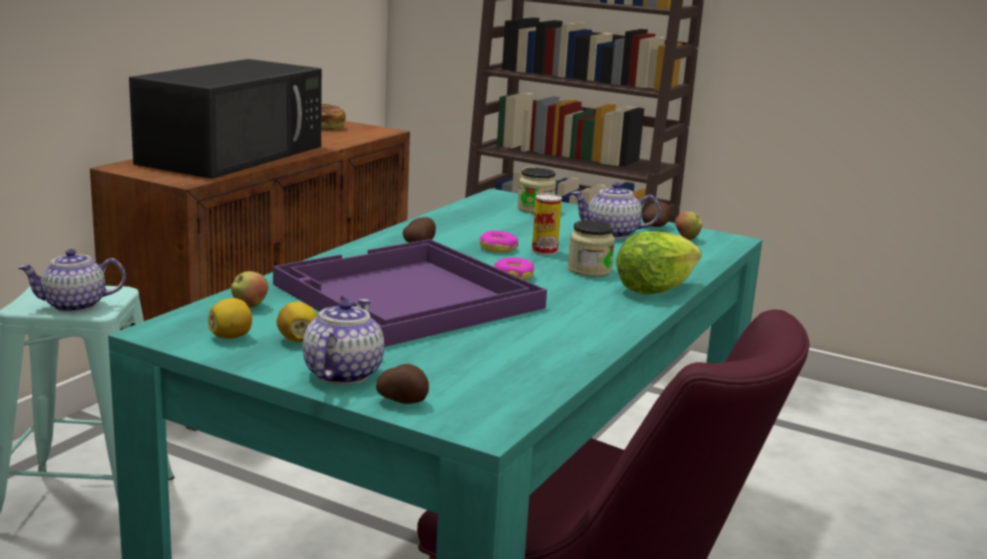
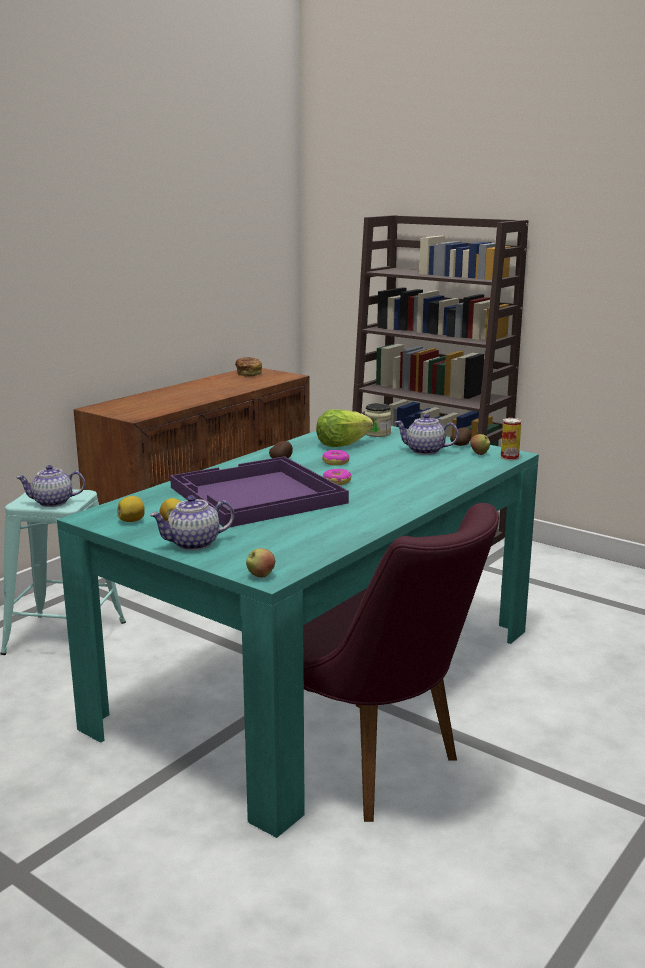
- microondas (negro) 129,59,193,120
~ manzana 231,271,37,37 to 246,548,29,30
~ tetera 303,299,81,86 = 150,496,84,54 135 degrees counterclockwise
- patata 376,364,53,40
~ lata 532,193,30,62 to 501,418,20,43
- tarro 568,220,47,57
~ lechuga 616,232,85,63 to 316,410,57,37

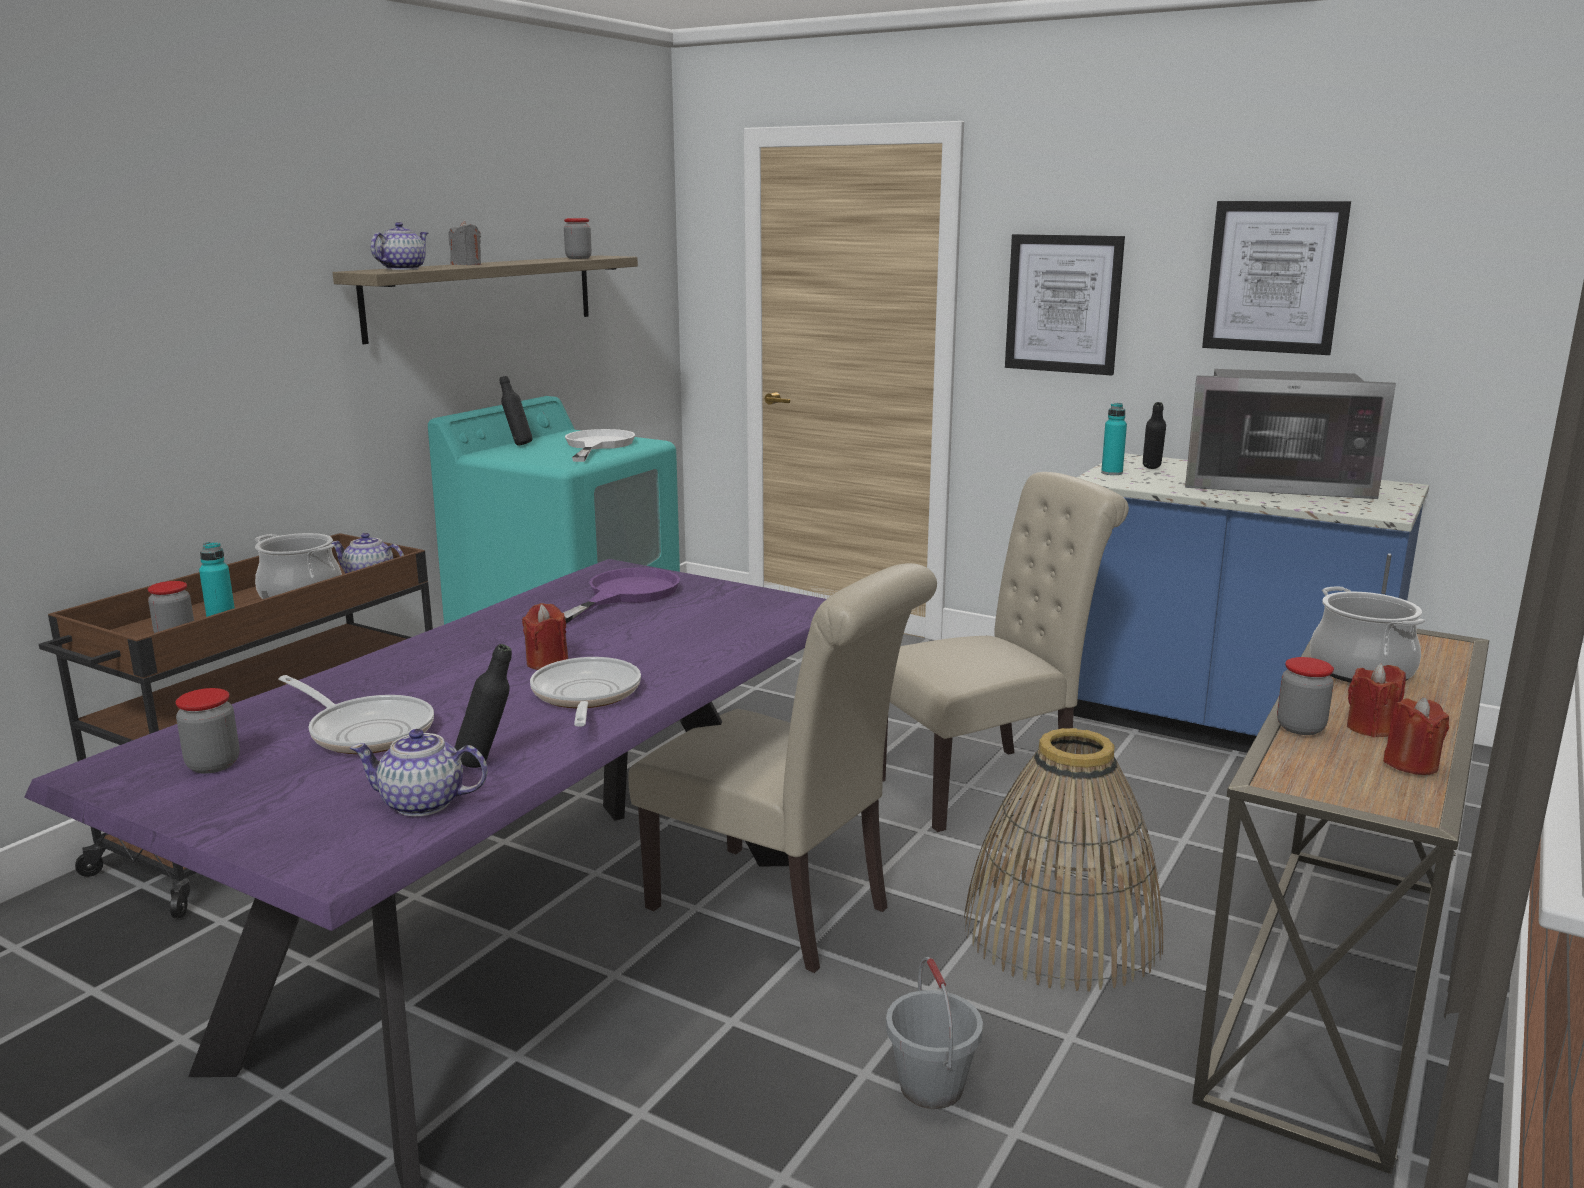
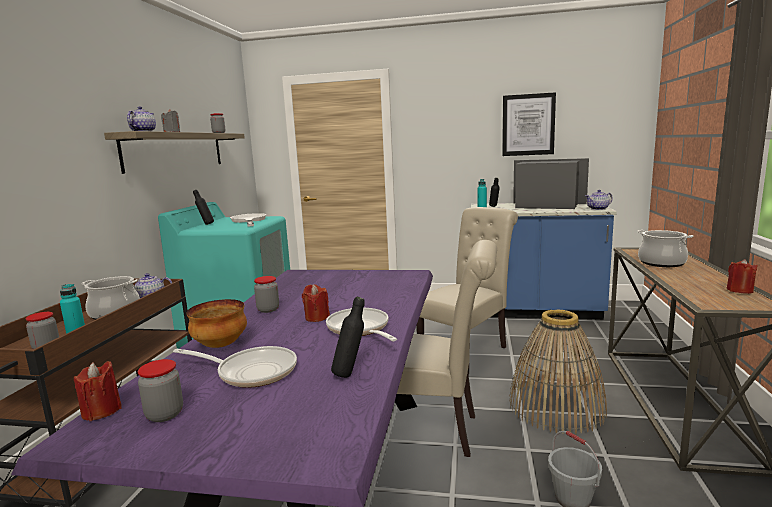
~ tetera 350,729,138,87 to 585,190,28,20
- sartén (morado) 563,568,117,56
- cuadro 1005,234,120,142
~ microondas 1185,369,211,130 = 513,158,76,51 150 degrees counterclockwise
~ tarro 1277,657,57,78 to 254,276,25,37
~ vela (rojo) 1347,663,59,75 to 74,361,48,60
+ cuenco 186,299,61,49

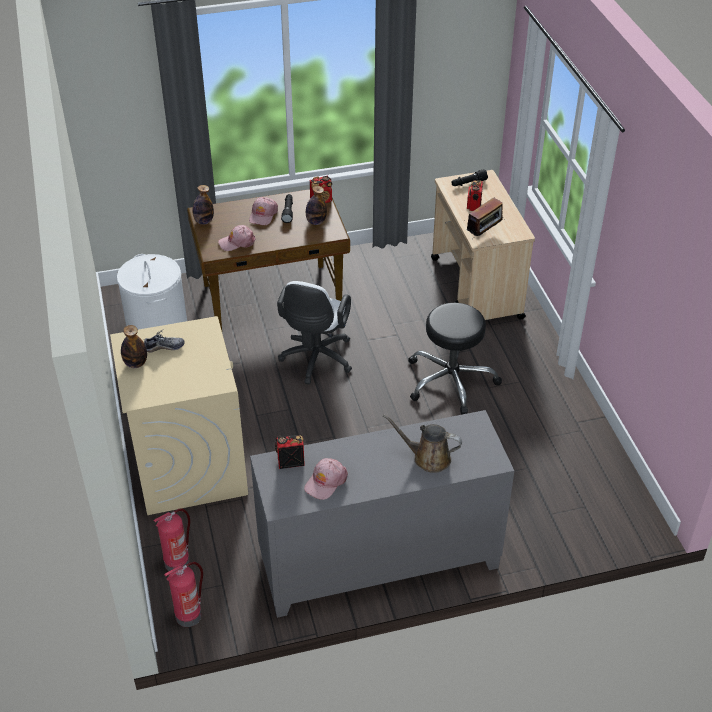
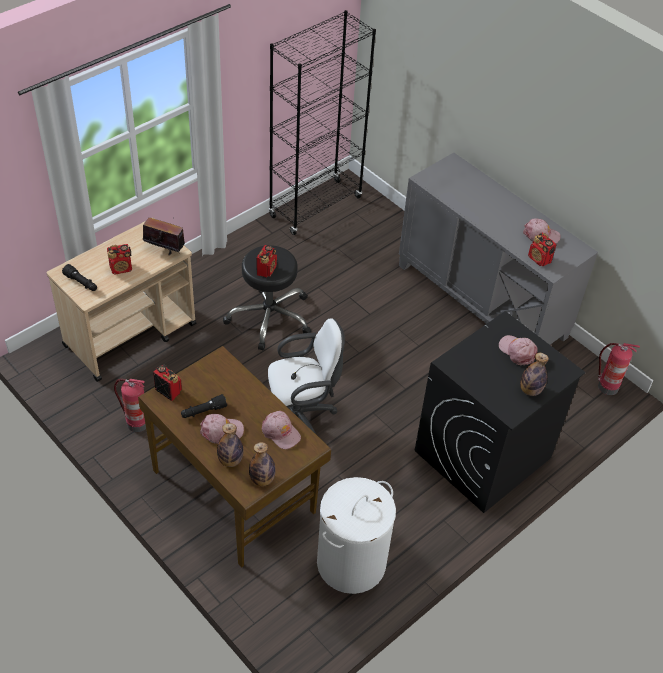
~ lavadora (beis) 110,316,138,199 to lavadora (negro) 415,311,170,202
- zapato 144,329,41,23
~ extintor 154,509,36,62 to 114,379,32,53
~ botella 306,186,21,39 to 217,423,26,44
- regadera (marrón) 383,415,79,58
+ radio 257,245,20,33
+ estantería (negro) 269,10,107,225
+ gorra (rosa) 499,335,39,30

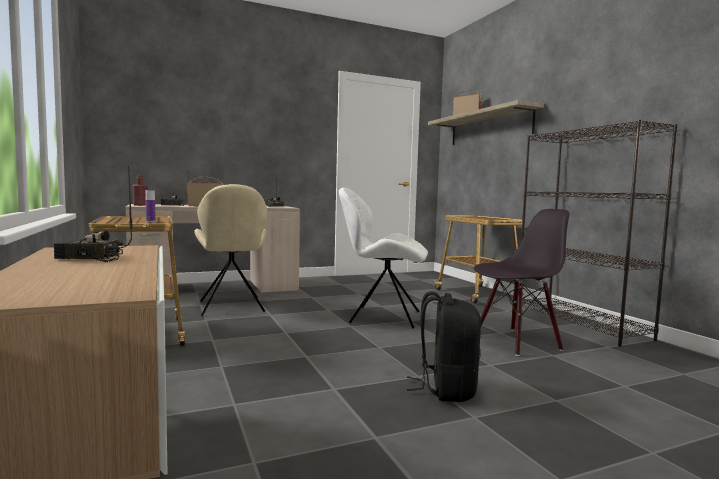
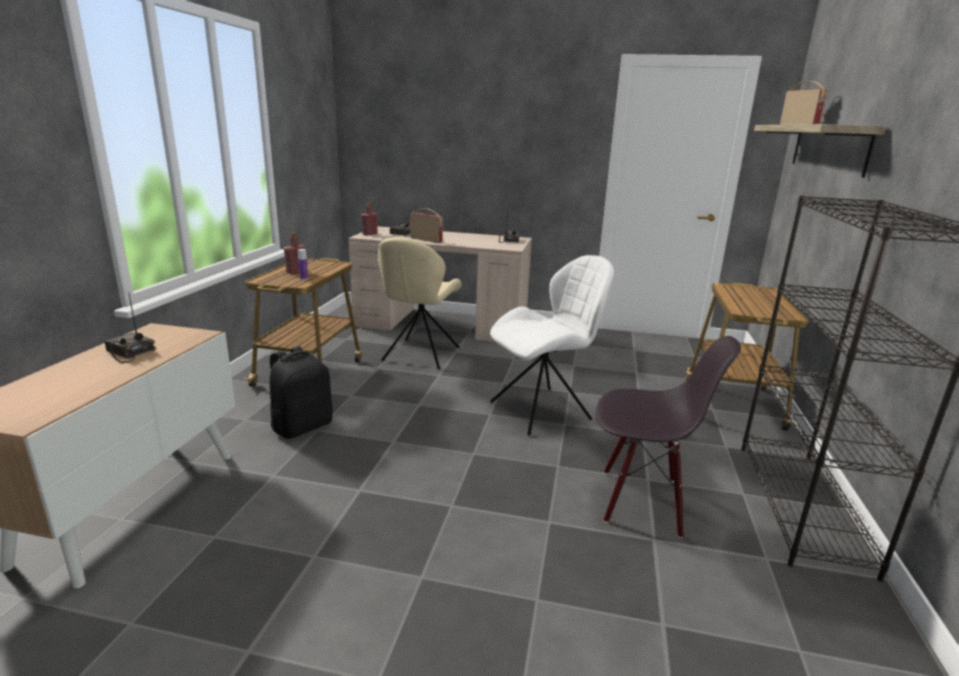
~ silla (blanco) 339,187,89,141 = 490,255,124,181 105 degrees clockwise
~ mochila (negro) 407,291,74,111 to 270,346,63,93
+ botella (rojo) 284,233,22,41

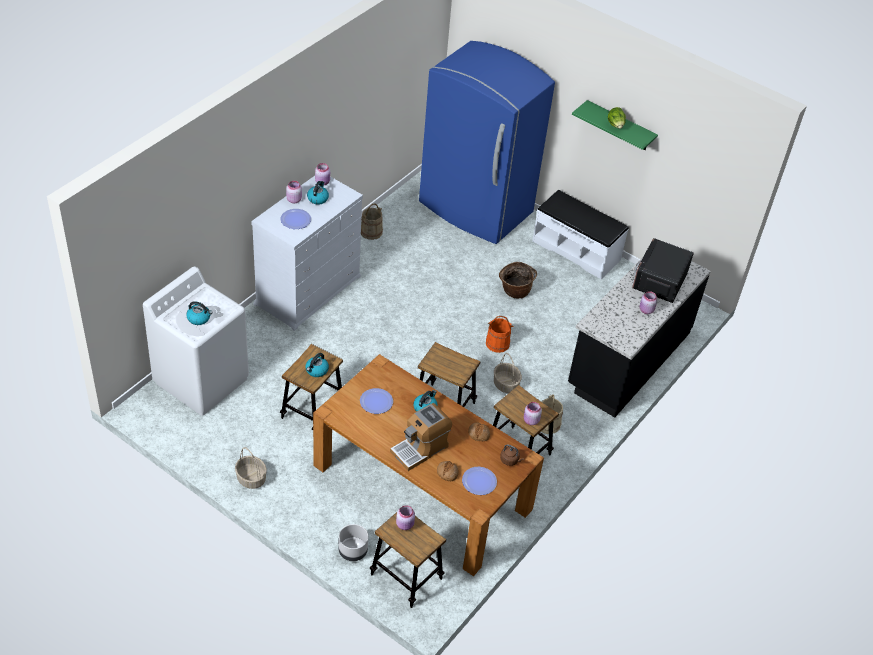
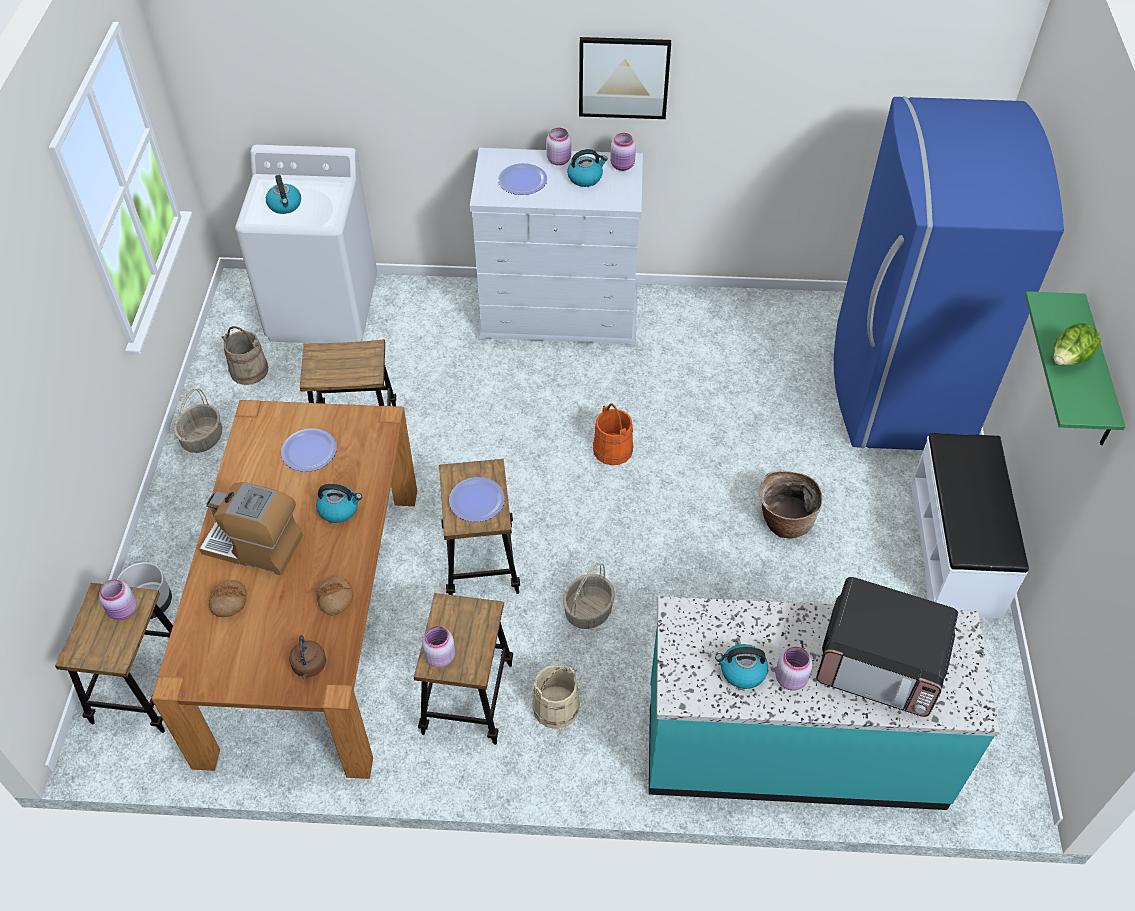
~ hervidor 305,353,24,24 to 715,644,53,45
~ cubo (beis) 361,203,22,37 to 221,326,47,59
~ plato 462,467,35,28 to 449,477,56,45
~ cubo (naranja) 486,316,28,37 to 593,403,41,62
~ mueble bajo de cocina (negro) 568,259,143,159 to mueble bajo de cocina (turquesa) 649,596,350,214
~ microondas 632,238,62,65 = 816,577,142,140 150 degrees counterclockwise
+ cuadro 579,37,92,82

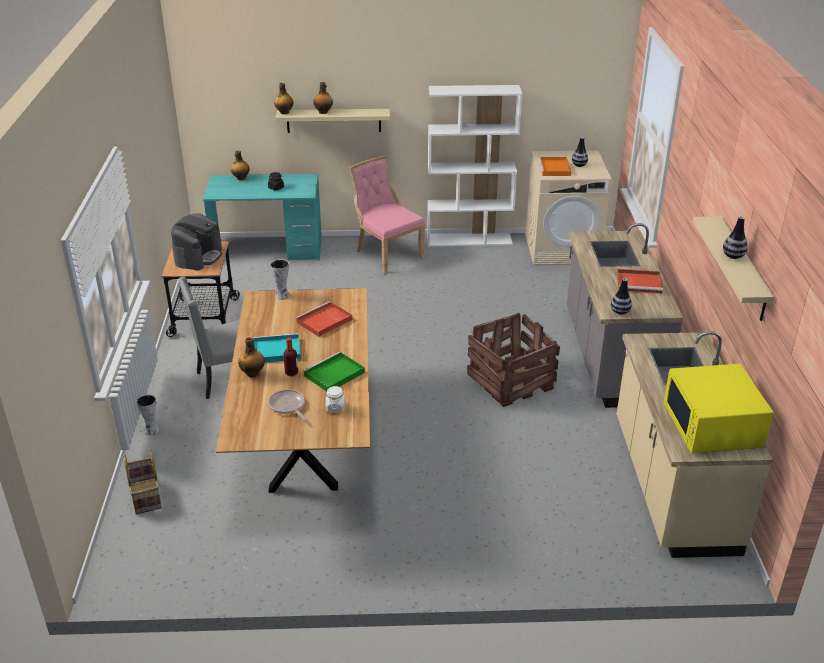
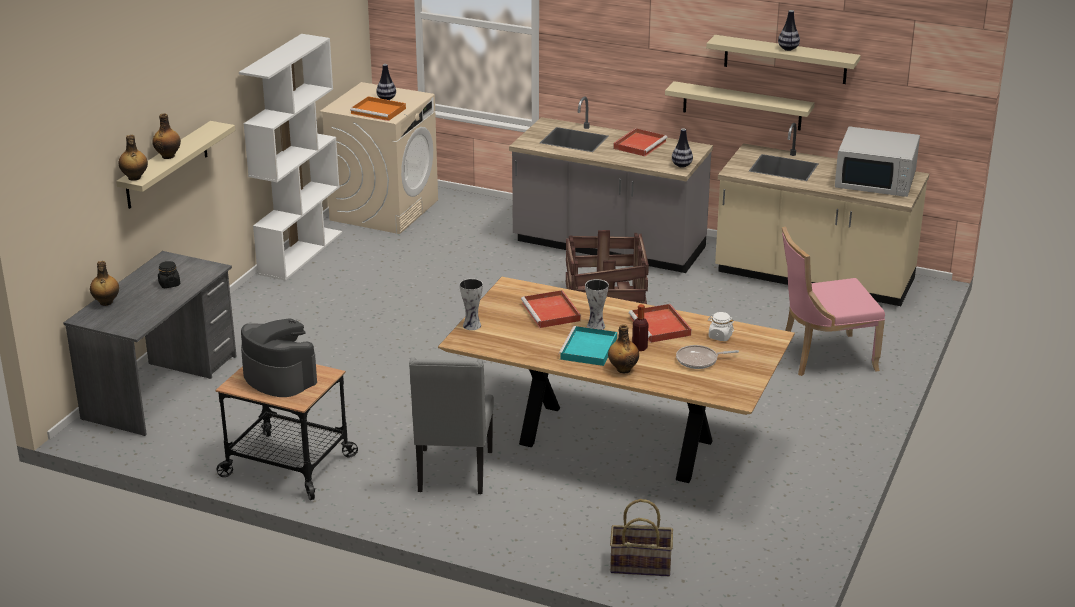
~ florero 136,395,23,40 to 585,279,24,51
~ escritorio (turquesa) 203,174,119,87 to escritorio (gris) 63,251,174,185
~ bandeja (verde) 303,352,62,40 to bandeja (rojo) 629,304,62,39
~ silla (rosa) 349,156,76,119 to 782,227,103,149
~ microondas (amarillo) 664,364,110,89 to microondas (blanco) 835,126,85,71
+ estante (beis) 665,81,150,49

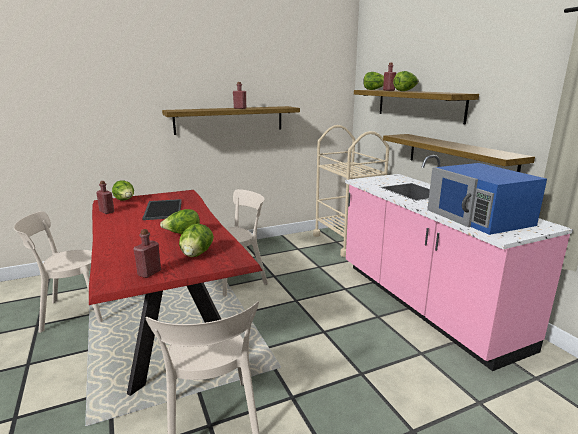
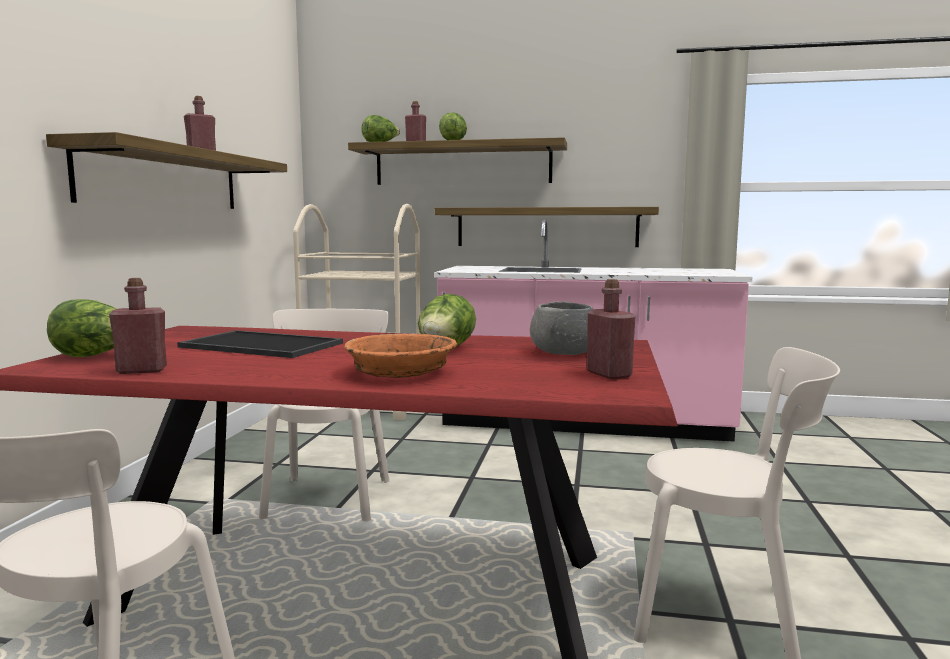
~ lechuga 179,223,35,34 to cuenco (gris) 530,301,63,54
- microondas (azul) 427,163,120,72
+ cuenco (naranja) 344,334,113,44

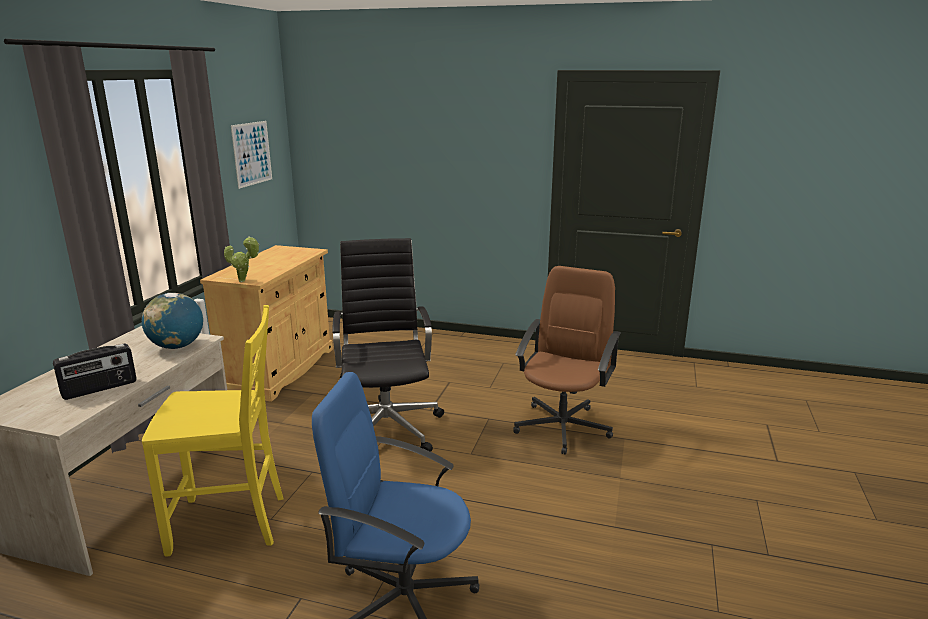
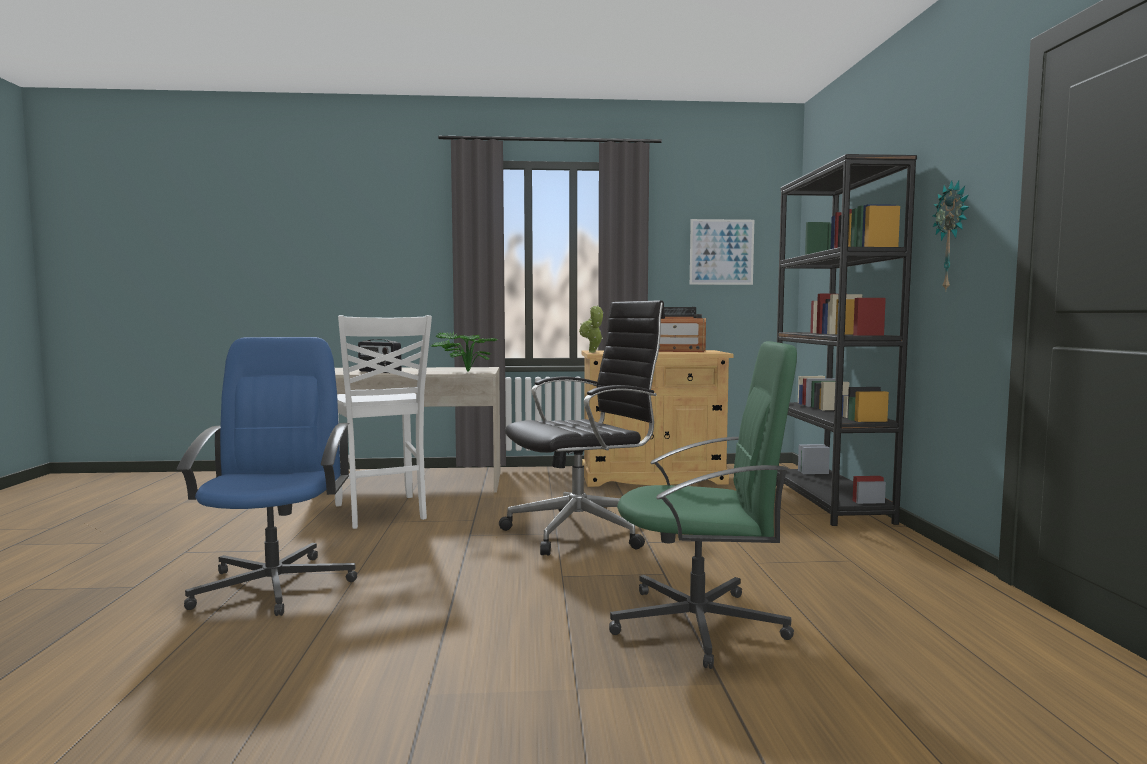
~ globo terráqueo 142,293,61,56 to planta en maceta 431,331,66,40
~ silla (amarillo) 142,305,142,251 to silla (blanco) 335,315,97,214
~ silla de oficina (marrón) 513,266,108,189 to silla de oficina (verde) 609,341,188,328
+ radio 659,307,47,45
+ estantería (negro) 776,154,141,372
+ reloj de pared 933,180,36,112

